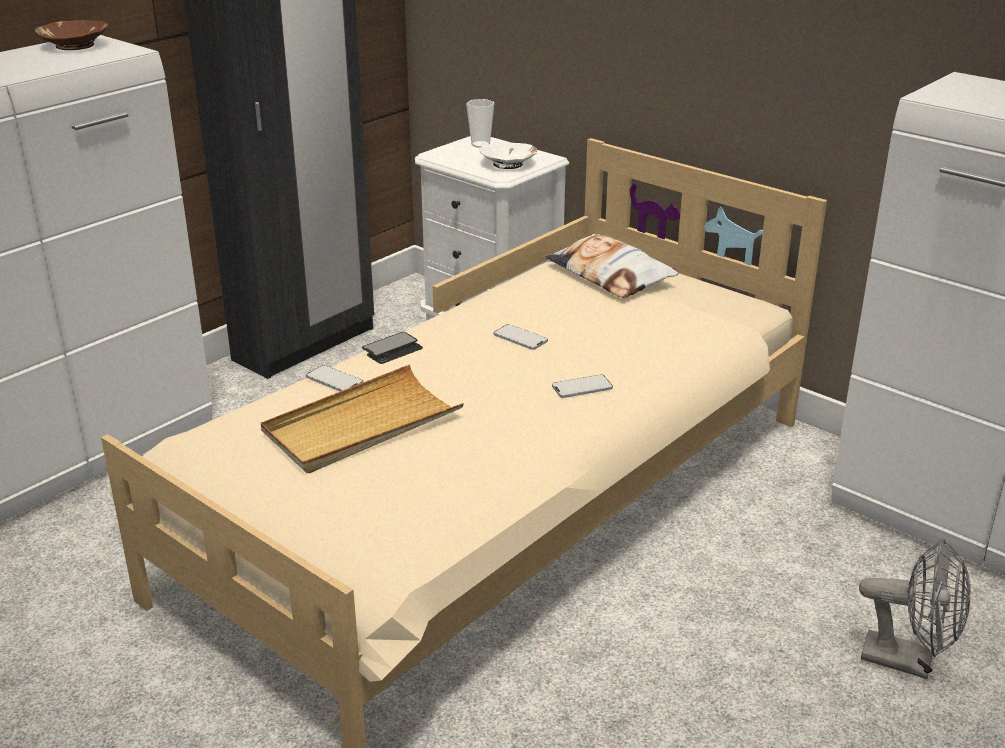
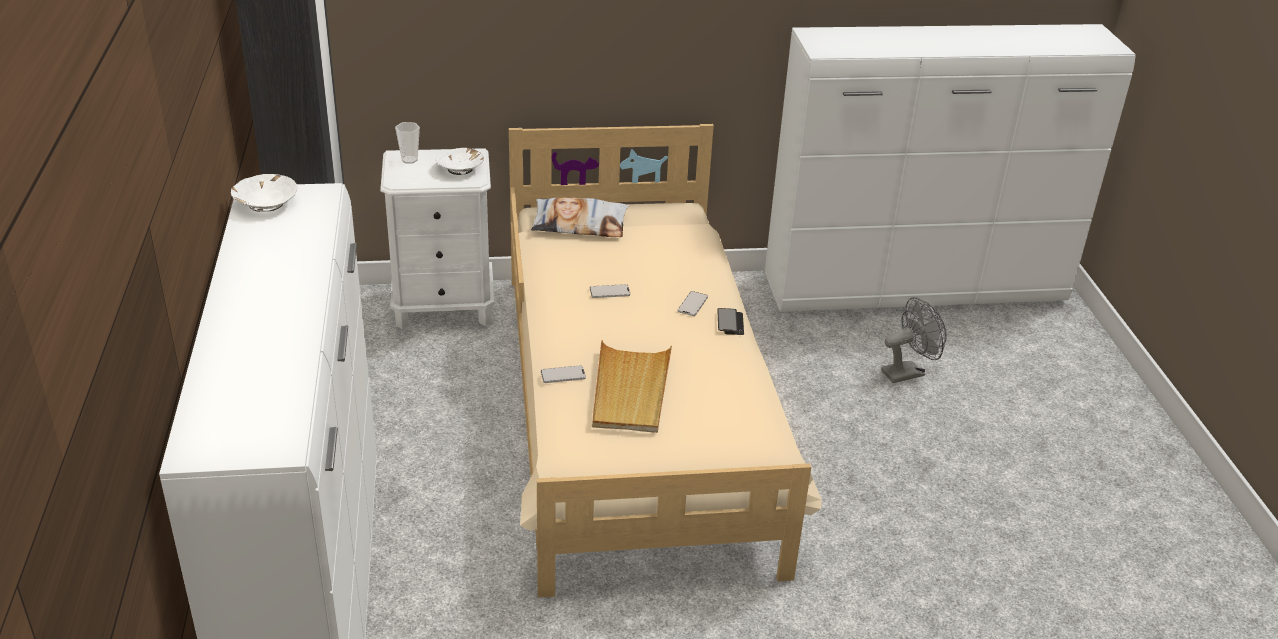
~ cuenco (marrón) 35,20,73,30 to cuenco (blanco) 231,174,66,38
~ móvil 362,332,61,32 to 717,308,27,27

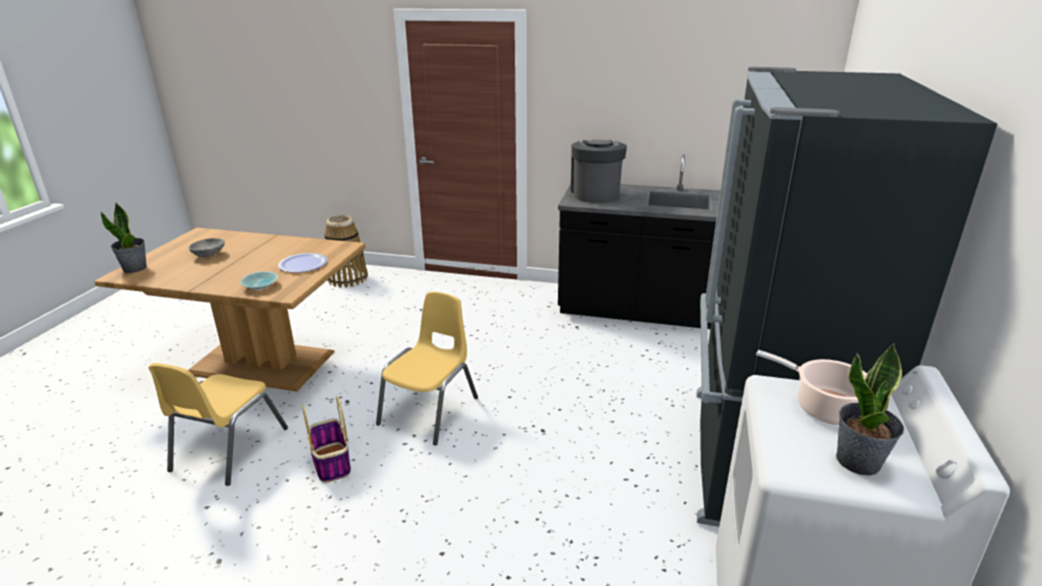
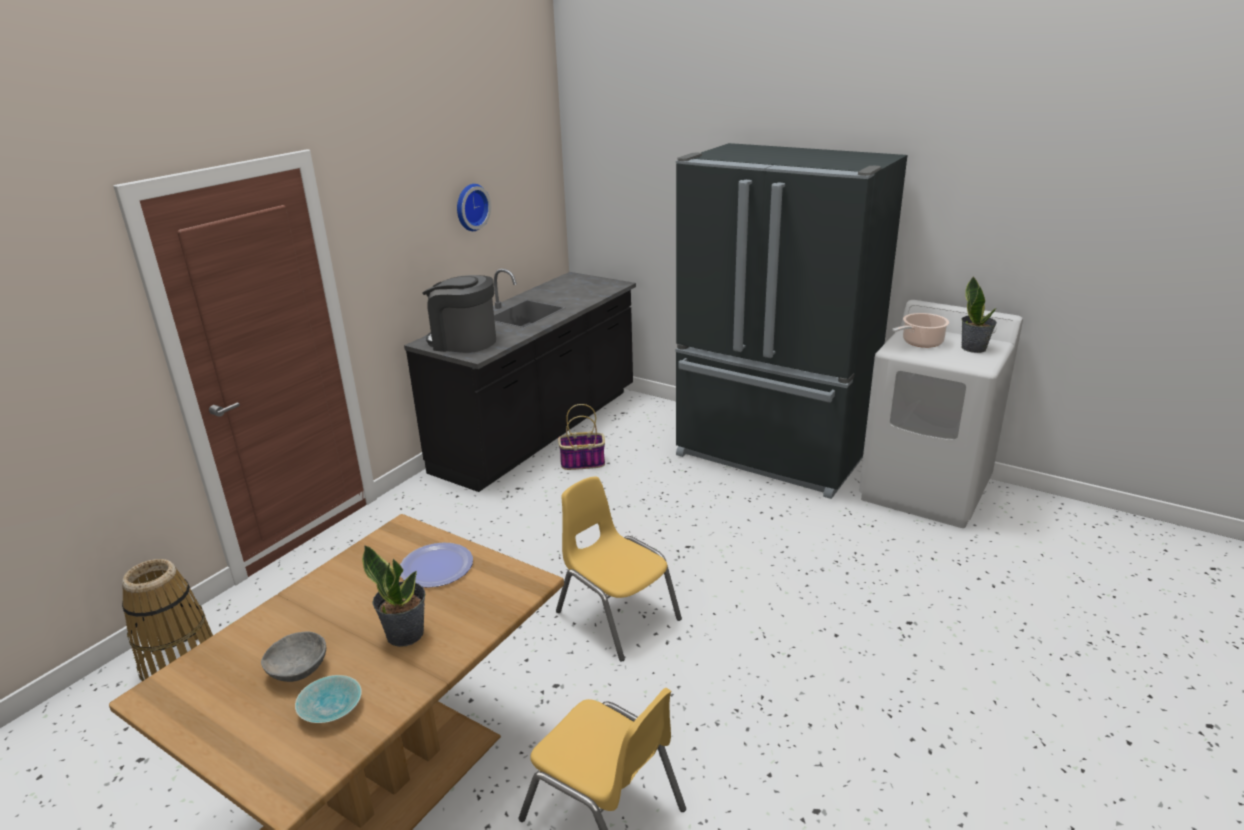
~ planta en maceta 101,203,46,70 to 362,545,63,102
~ cuenco (turquesa) 240,271,38,19 to 295,675,67,48
~ cesta 302,396,49,87 to 558,404,47,66
+ reloj de pared 457,184,34,47

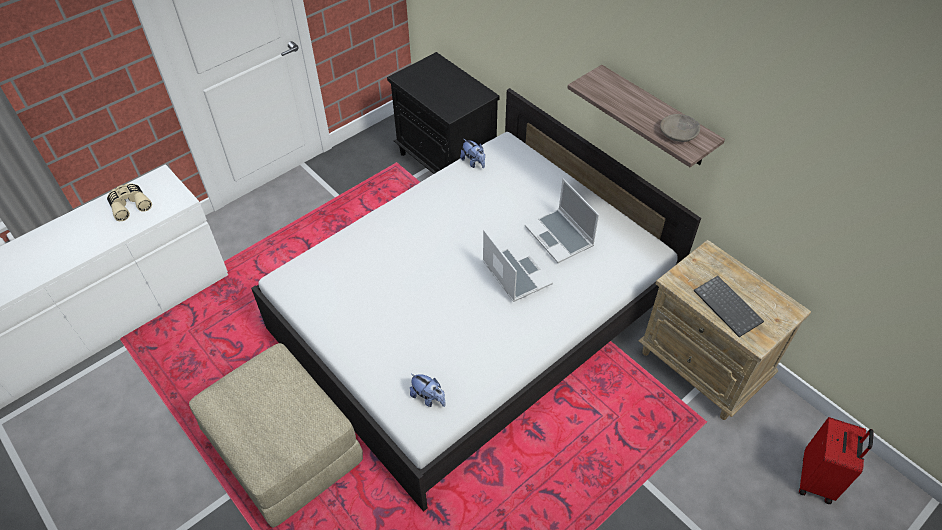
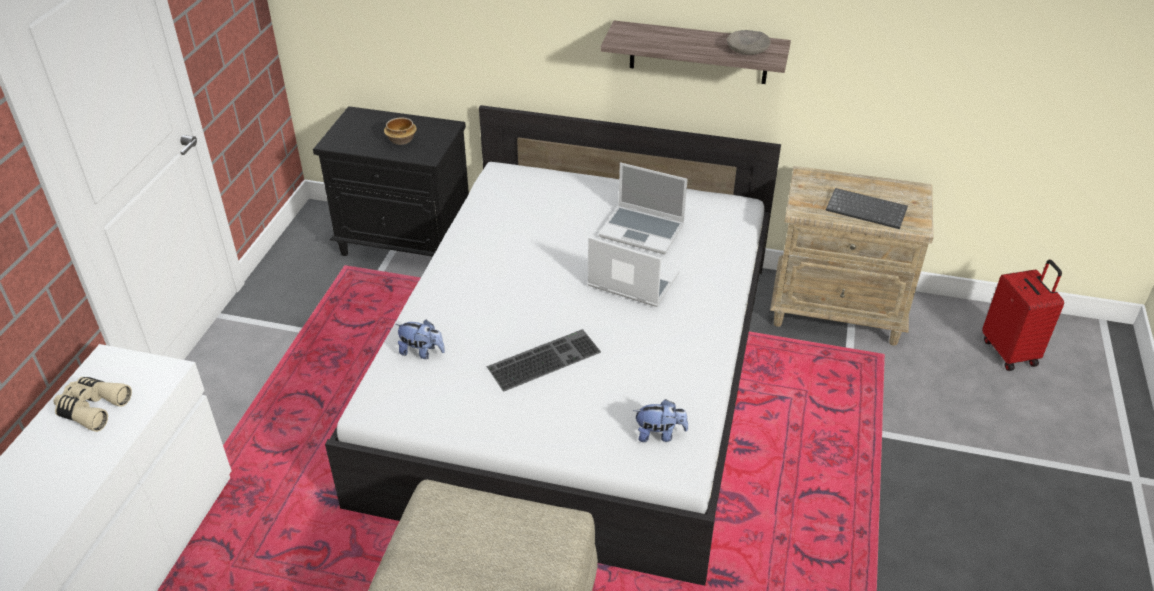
~ peluche 460,139,25,29 to 395,319,50,40
+ cuenco 384,118,33,27
+ teclado 487,329,114,63

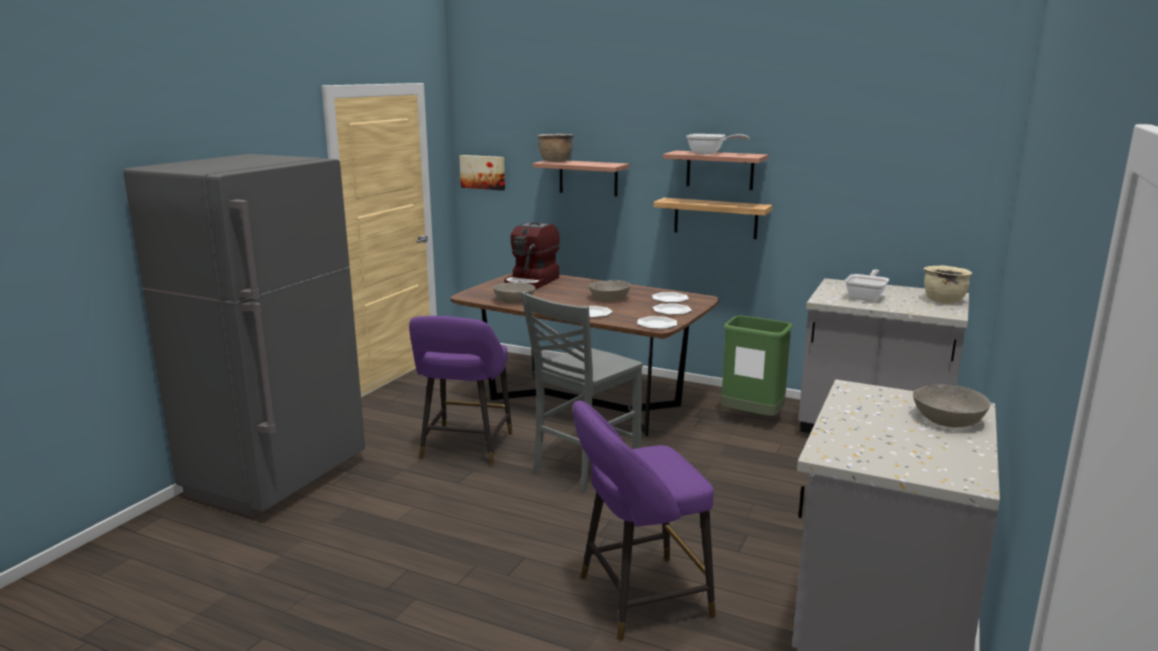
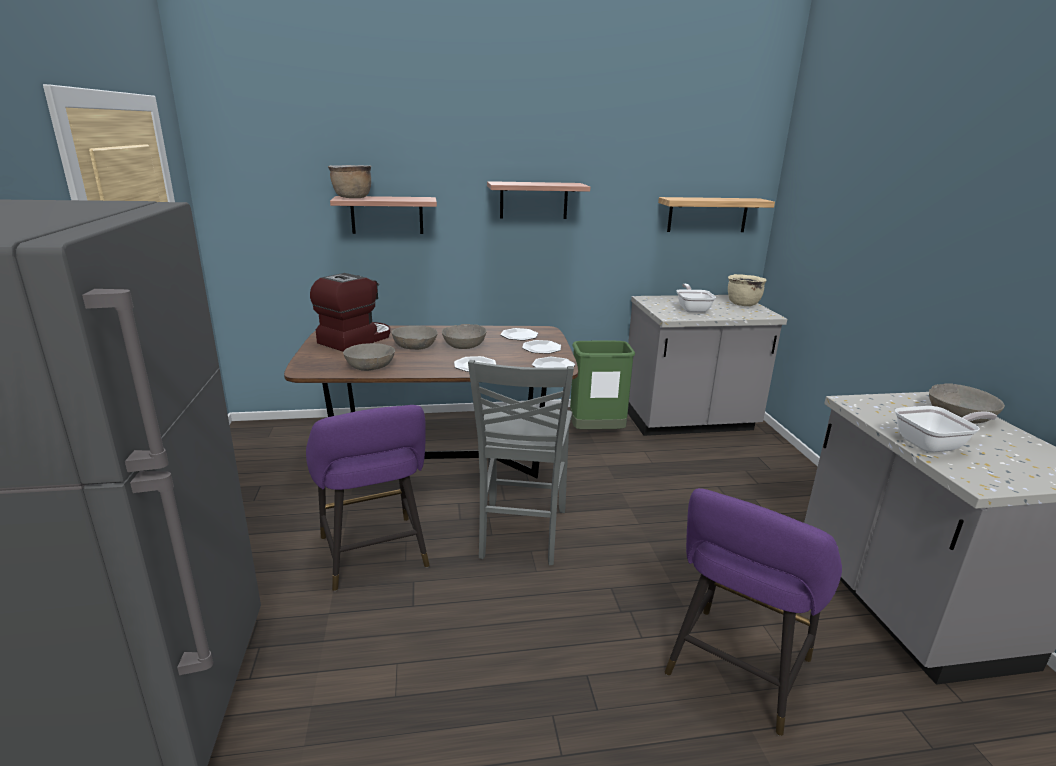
- cuadro 459,155,46,36
~ cafetera 504,222,56,68 = 310,273,80,78 135 degrees counterclockwise
~ estante 654,198,118,41 to 658,197,117,35
~ sartén 686,134,63,20 to 895,406,103,47
+ cuenco (gris) 392,326,46,24

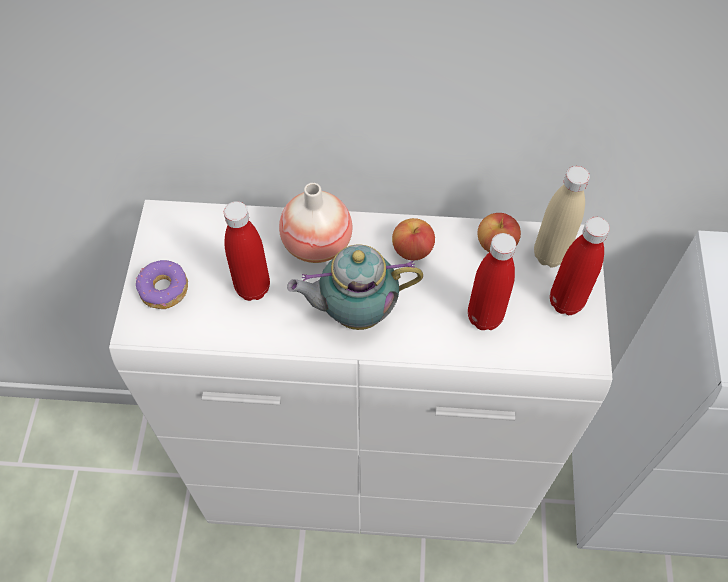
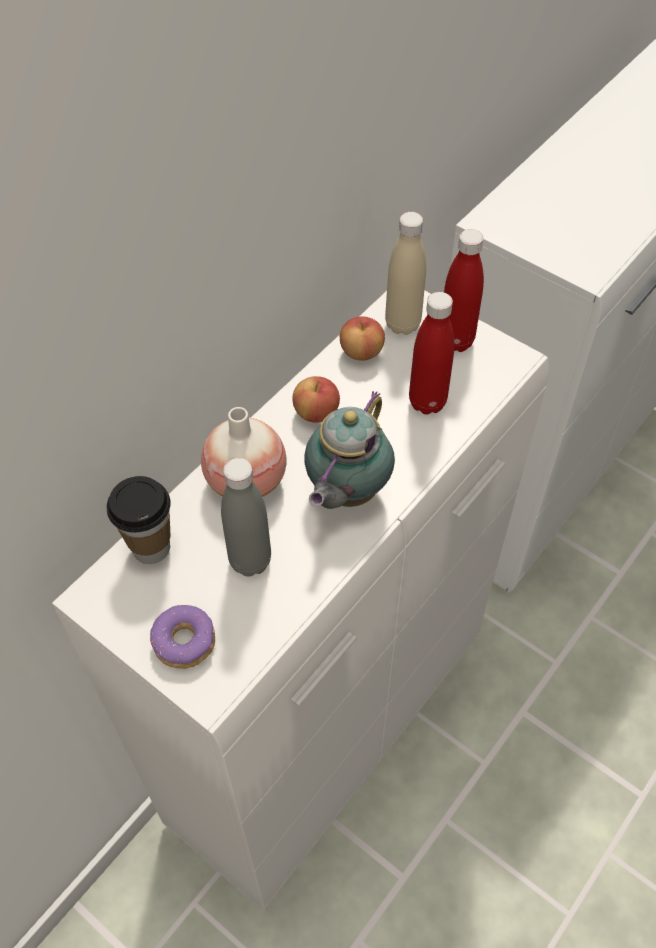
~ botella (rojo) 224,201,46,100 to botella (gris) 221,458,50,119
+ taza 107,476,63,88

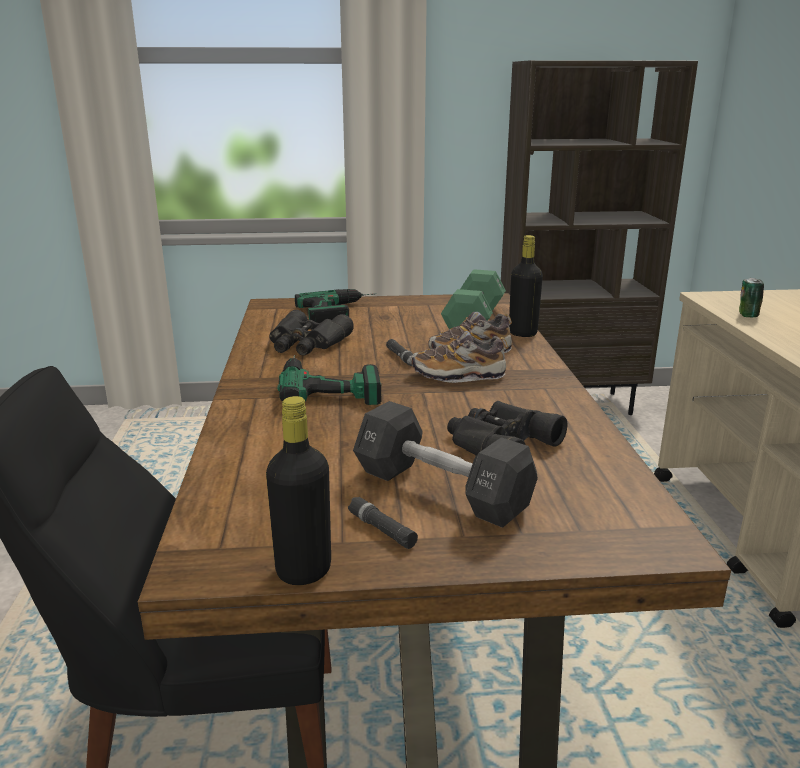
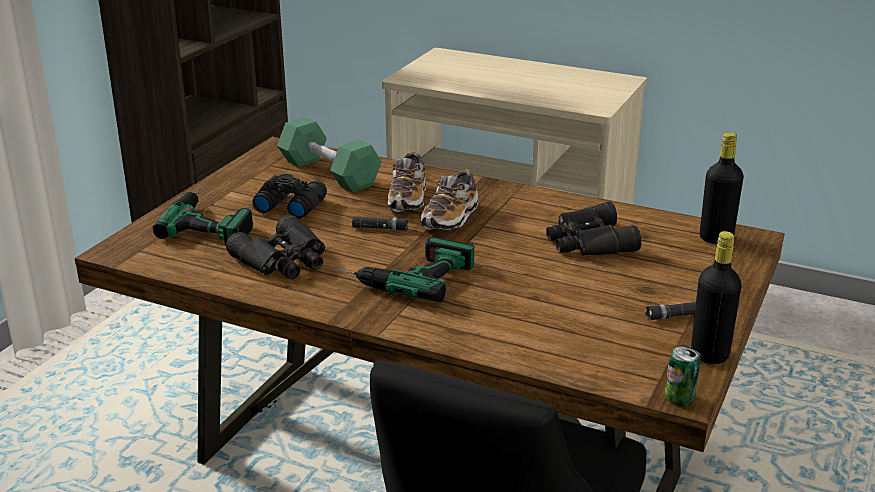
- mancuerna (negro) 353,401,185,127
~ botella (negro) 509,235,34,102 to 700,132,44,112
~ lata 739,278,25,39 to 665,345,36,61
+ prismáticos (negro) 252,174,75,45

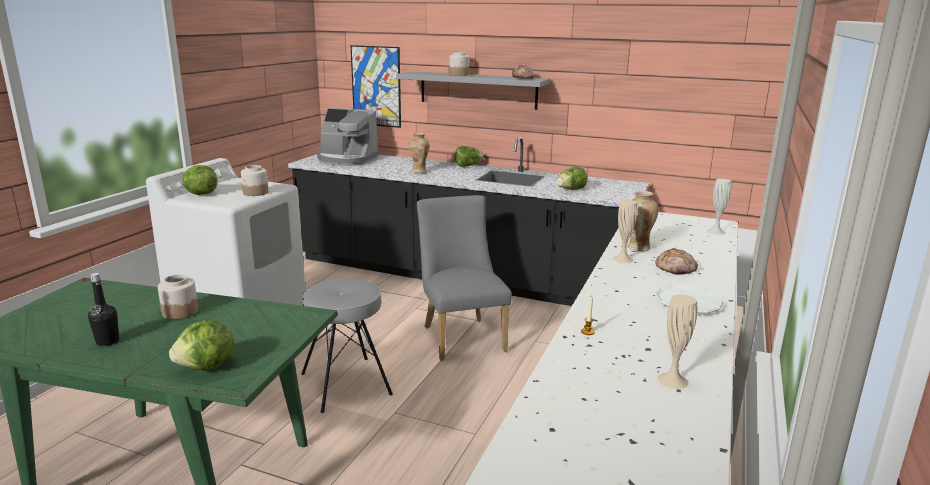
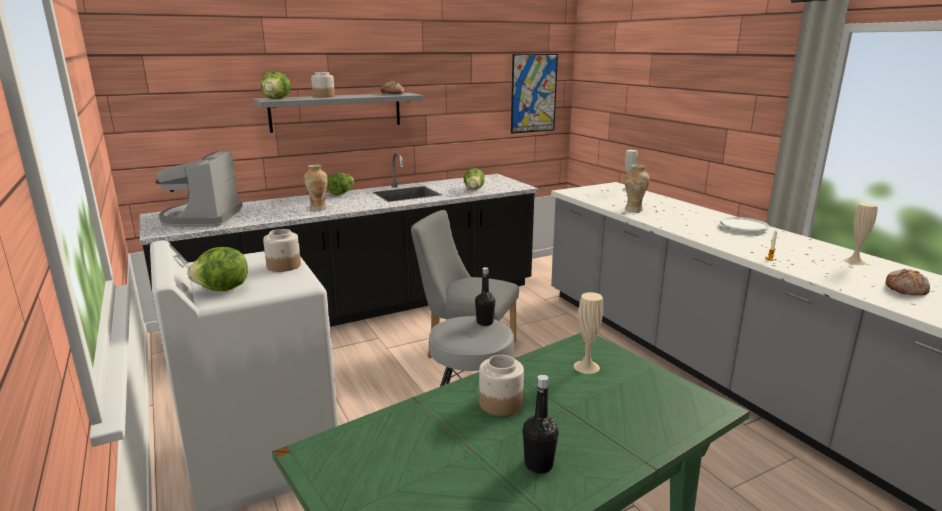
~ lechuga 169,320,65,50 to 261,71,30,28
~ cafetera 317,108,62,58 = 155,151,88,76 120 degrees clockwise
~ cuadro 350,45,51,83 to 511,54,47,80
~ florero (beis) 613,200,25,63 to 574,292,30,82
~ pan 655,248,43,27 to 886,269,44,26
+ botella (negro) 475,267,20,59

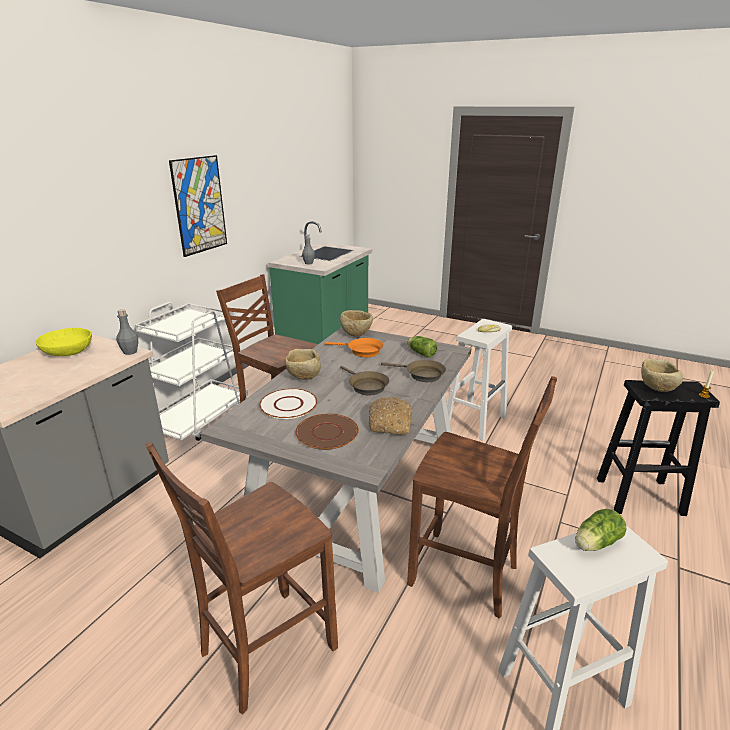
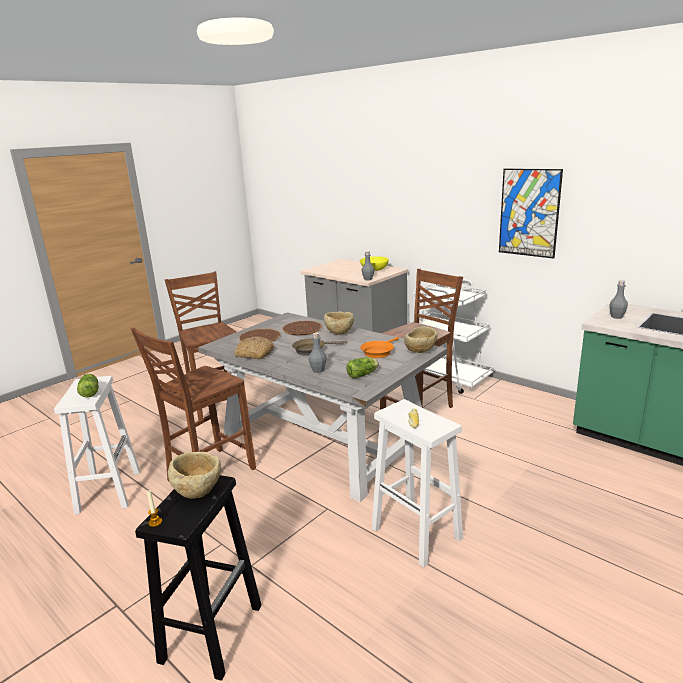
~ plato (blanco) 259,388,59,31 to plato (marrón) 283,321,39,14
~ sartén (marrón) 381,360,65,22 to botella (gris) 309,332,18,41

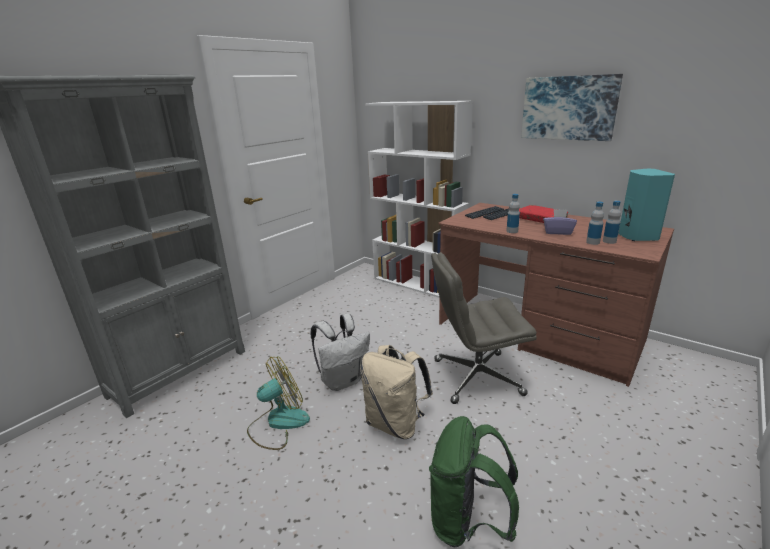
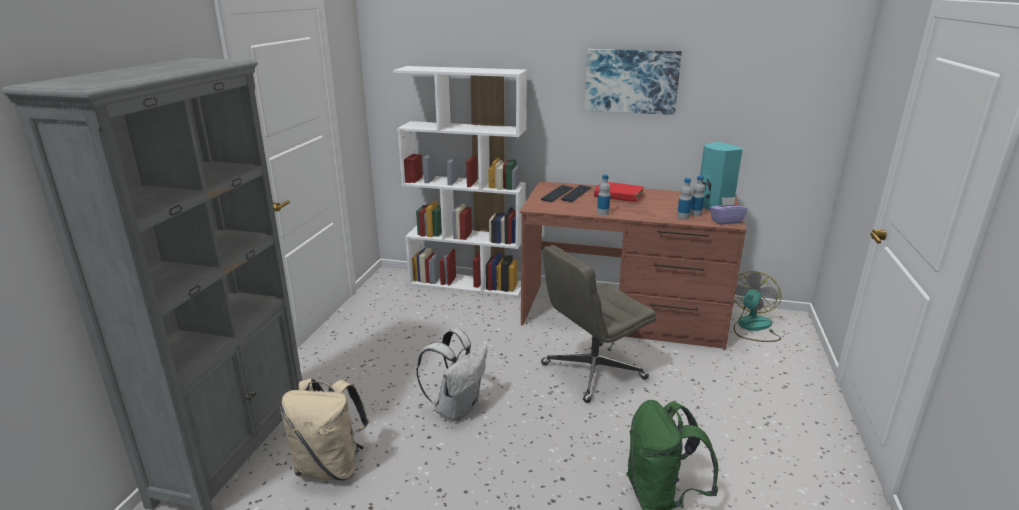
~ ventilador 247,356,63,94 to 734,271,47,71
~ mochila (beis) 360,345,73,94 to 281,378,88,103
~ caja de pañuelos (morado) 543,209,34,26 to 710,197,38,27

